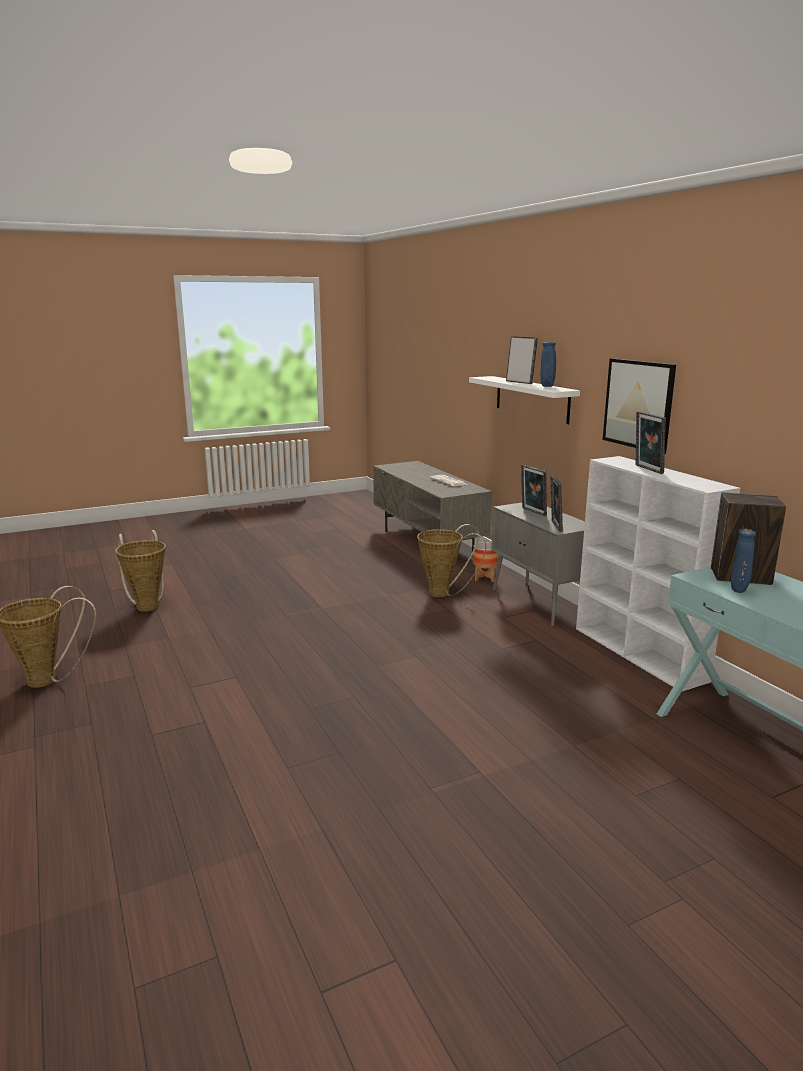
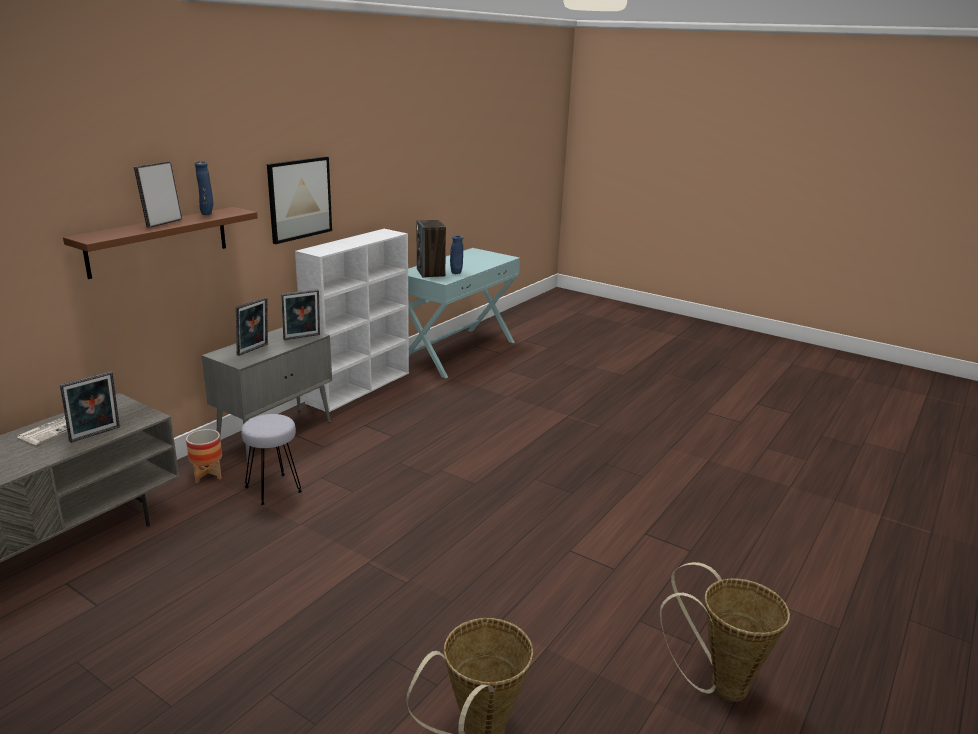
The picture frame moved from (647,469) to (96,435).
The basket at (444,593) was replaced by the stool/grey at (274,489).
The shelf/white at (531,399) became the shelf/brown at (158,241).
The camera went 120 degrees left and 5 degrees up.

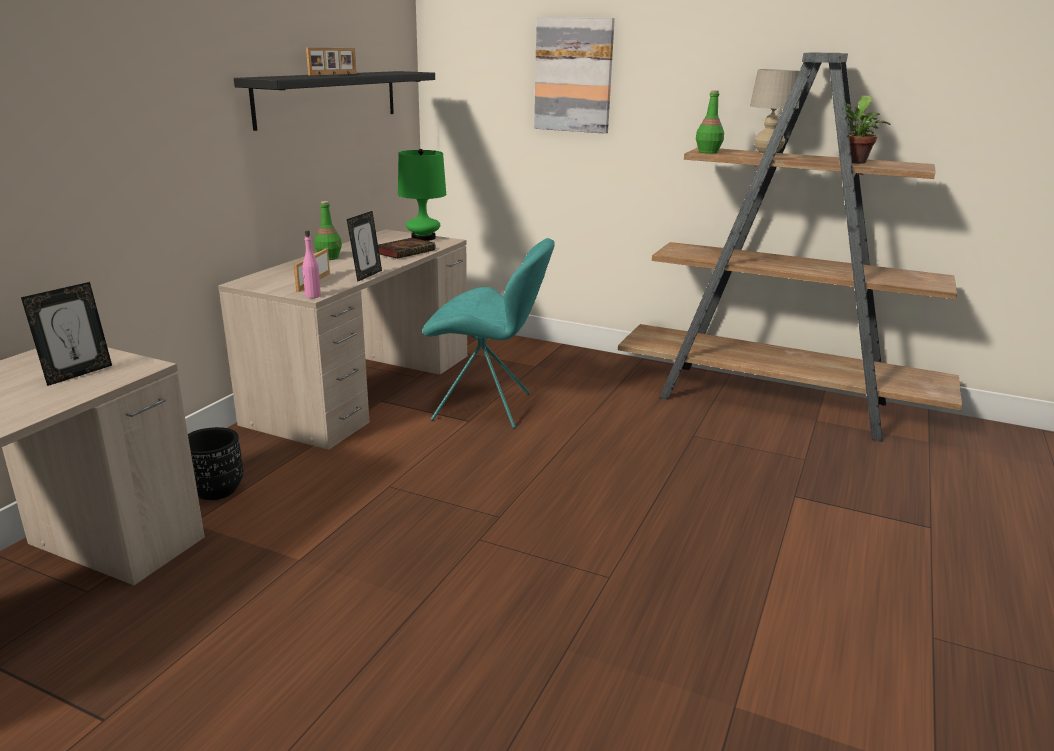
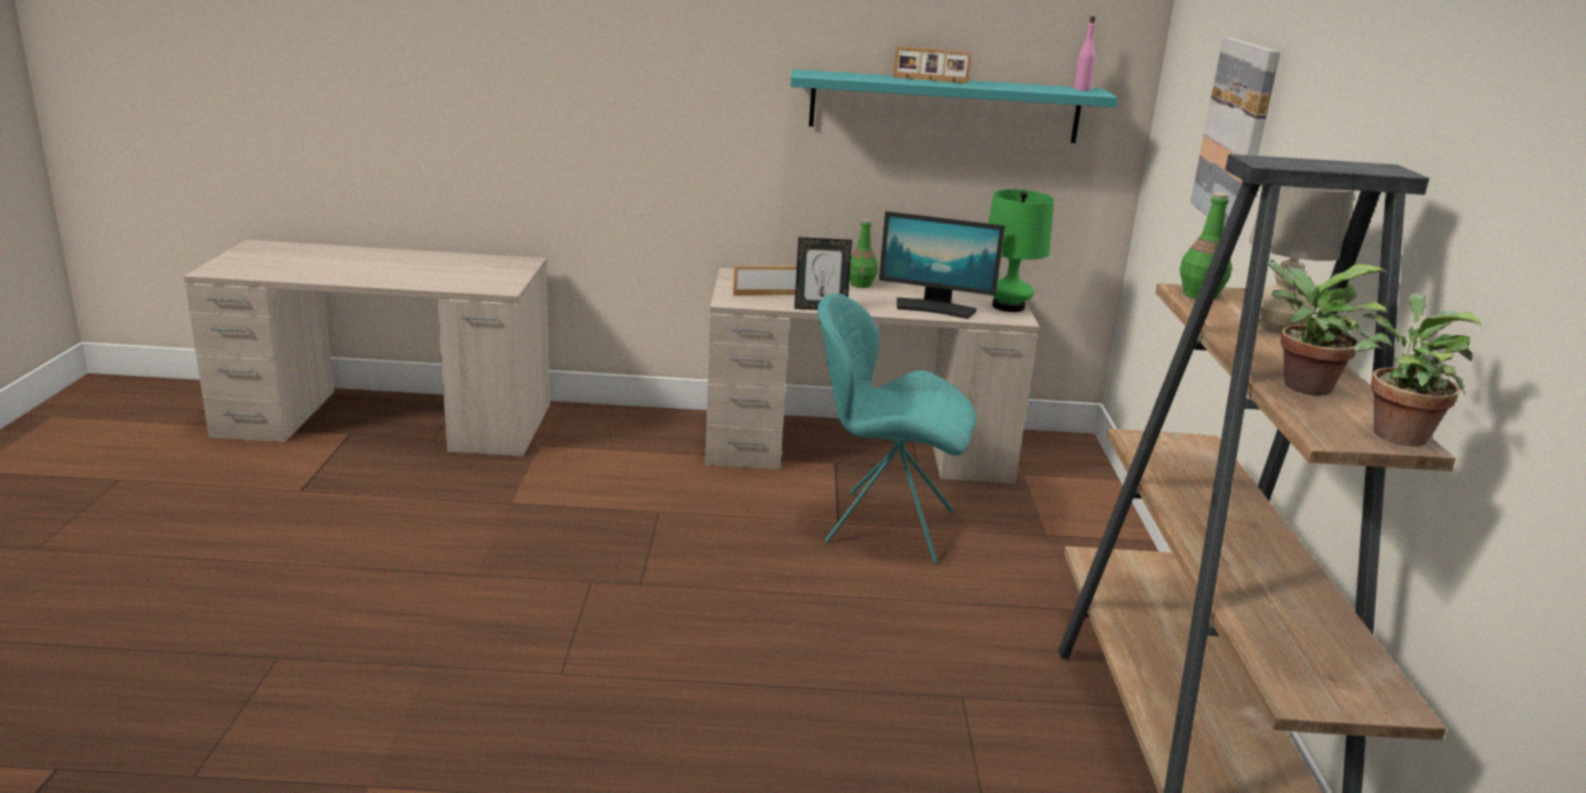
The picture frame at (77,374) disappeared.
The planter/black at (216,490) disappeared.
The potted plant at (1395,433) appeared.
The bottle/pink moved from (312,296) to (1081,89).
The book at (405,252) was replaced by the monitor at (934,308).
The shelf/black at (329,97) became the shelf/turquoise at (945,106).
The chair/turquoise at (486,407) turned 120 degrees clockwise.
The camera went 65 degrees right and 0 degrees up.

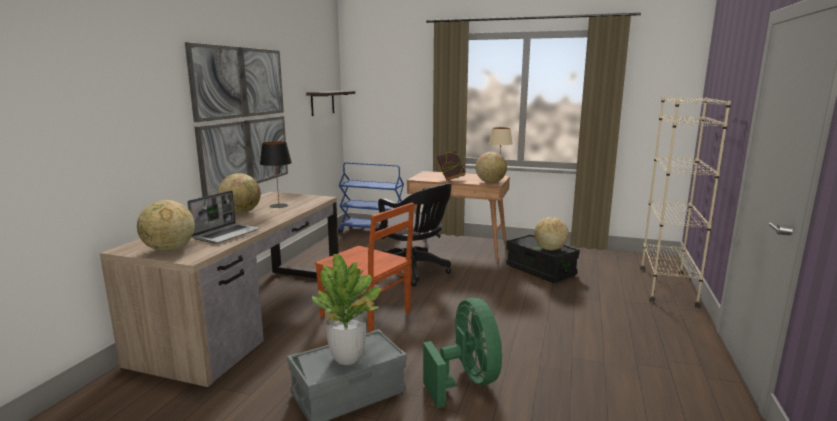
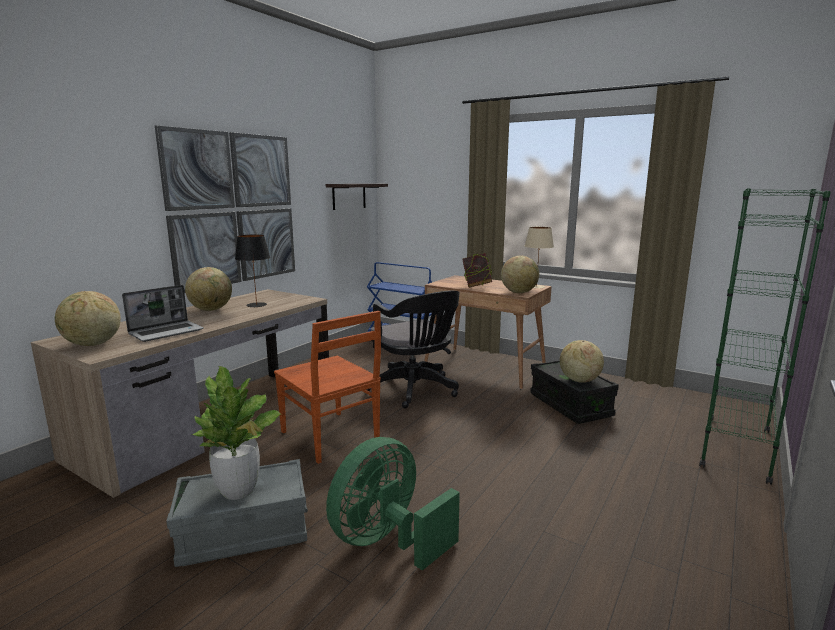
The bookcase/beige at (667,286) became the bookcase/green at (736,447).
The fan/green at (466,381) turned 135 degrees counterclockwise.
The camera went 15 degrees right and 0 degrees up.

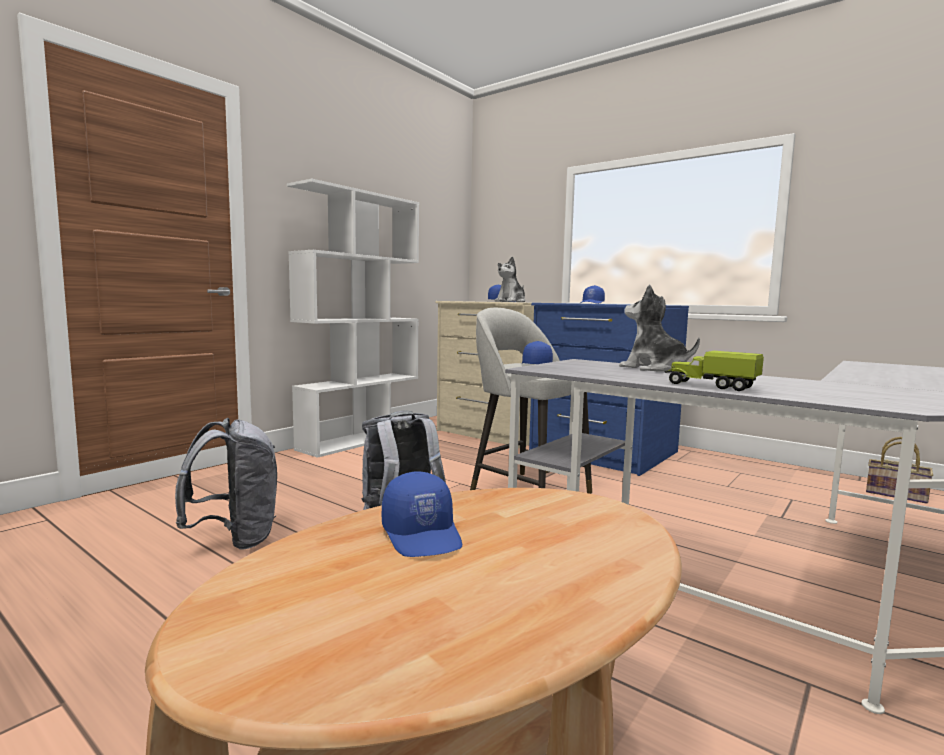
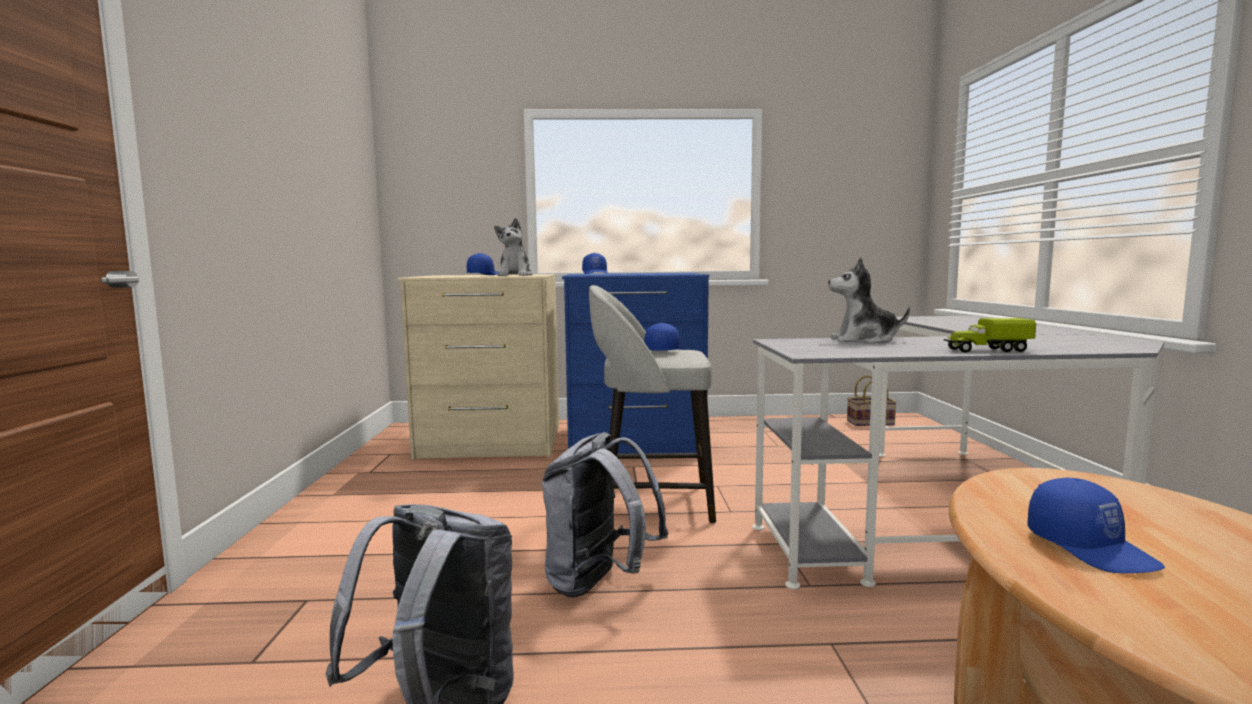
The bookcase/white at (360,440) disappeared.
The cap/blue at (423,535) turned 45 degrees clockwise.
The camera went 40 degrees left and 0 degrees up.

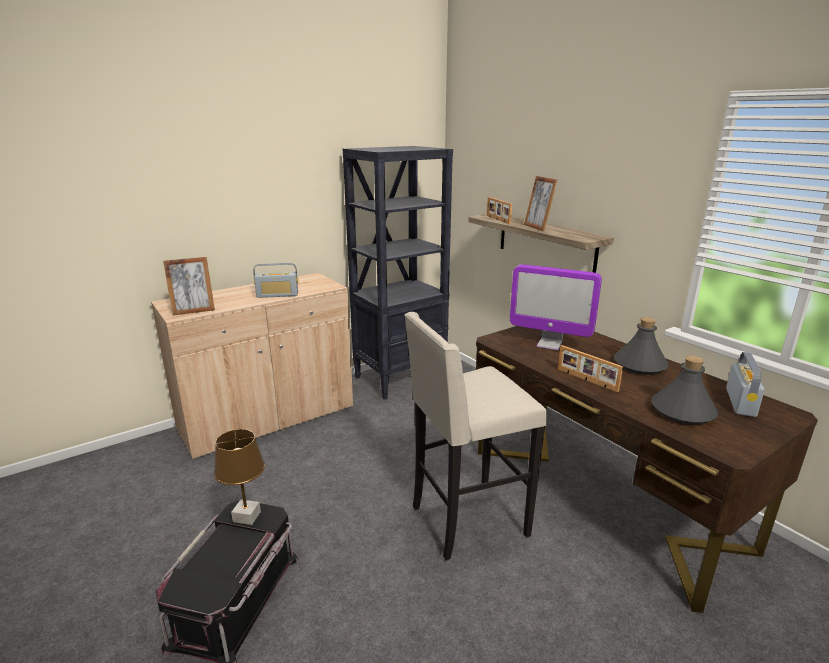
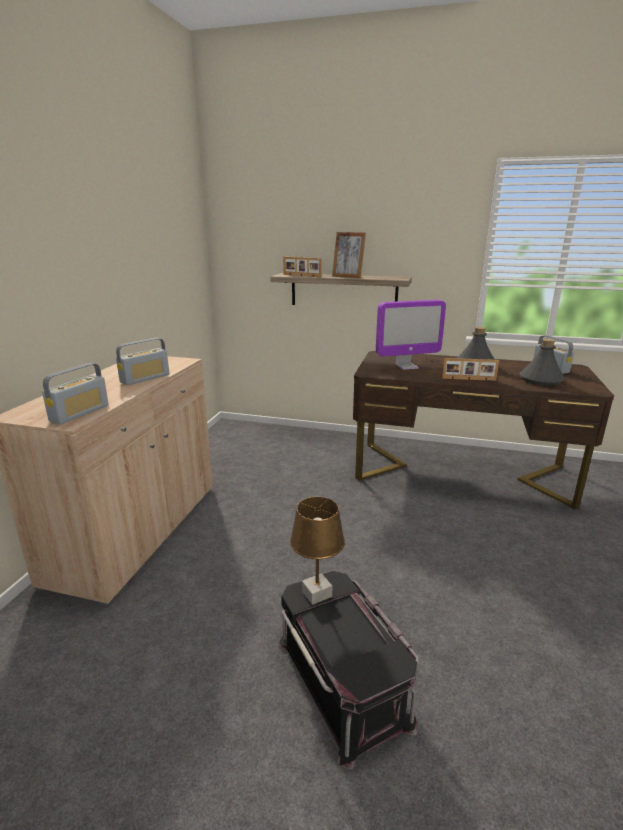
The bookcase/black at (401,378) disappeared.
The stool/beige at (466,521) disappeared.
The picture frame at (193,311) was replaced by the radio at (80,413).
The camera went 40 degrees left and 0 degrees up.

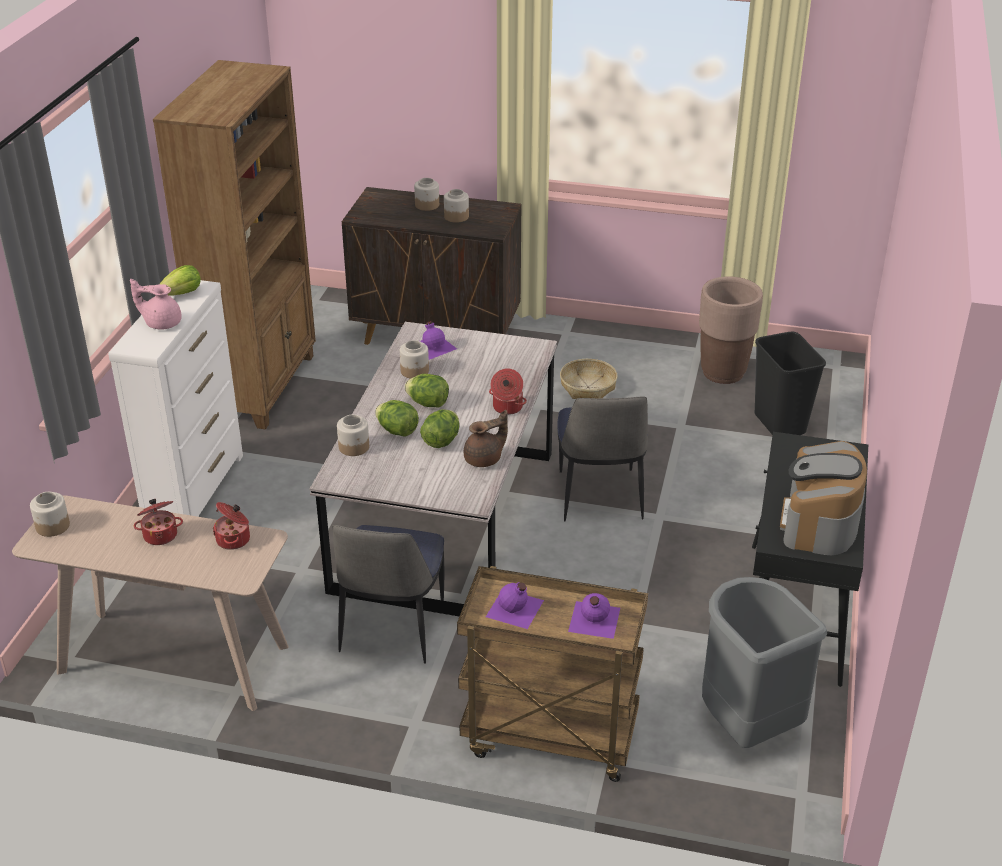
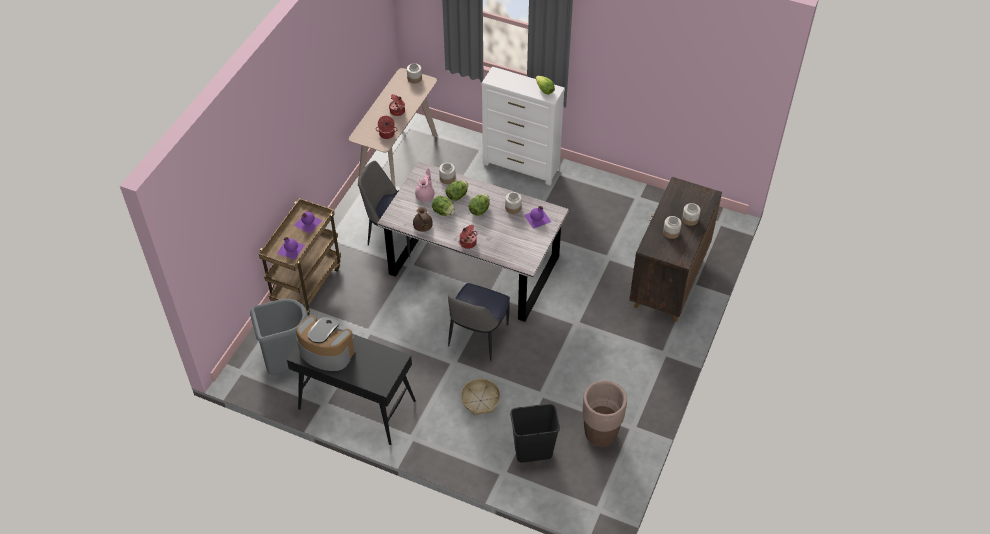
The bookcase/brown at (261,386) disappeared.
The teapot/pink moved from (161,323) to (425,195).
The basket moved from (587,387) to (480,400).
The chair at (599,497) turned 75 degrees counterclockwise.
The camera went 100 degrees right and 15 degrees up.

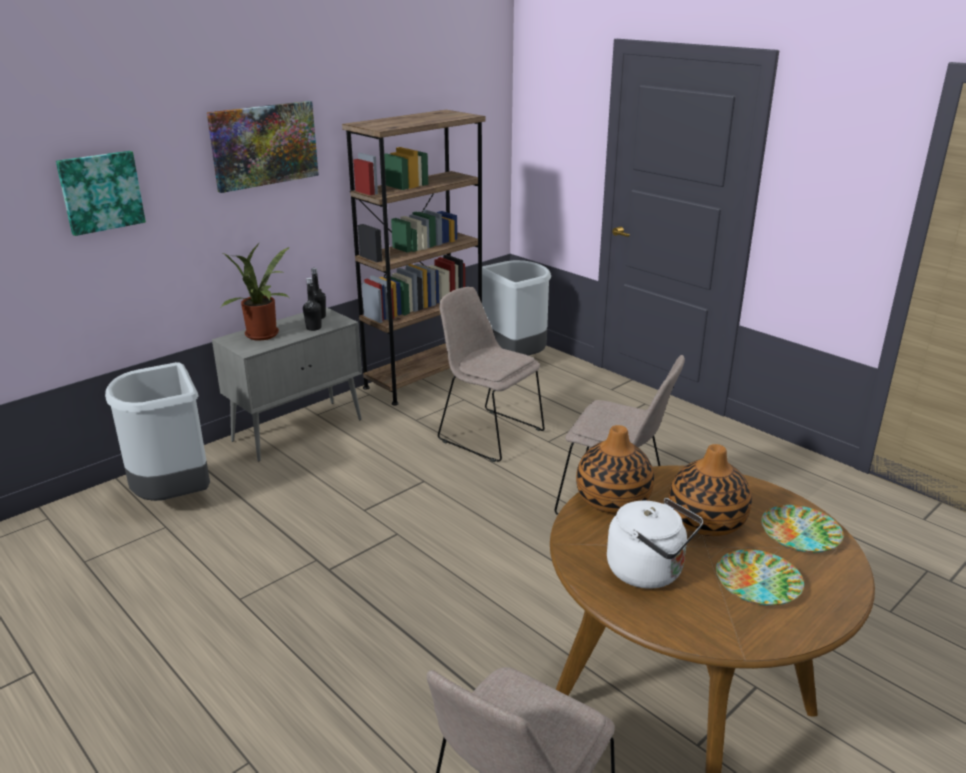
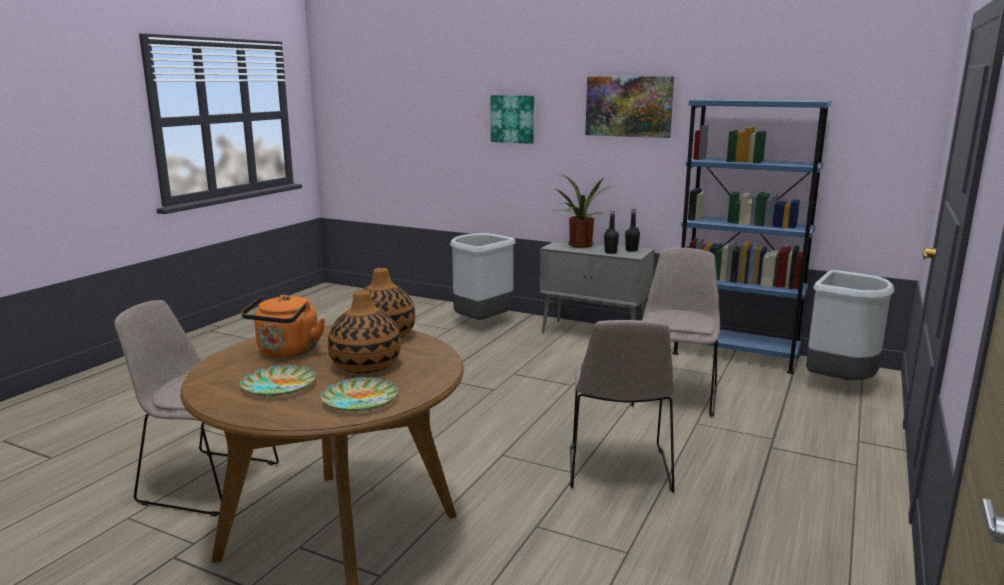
The bookcase/brown at (424,378) became the bookcase/blue at (735,355).
The kettle/white at (649,572) became the kettle/orange at (287,352).
The camera went 70 degrees right and 10 degrees down.

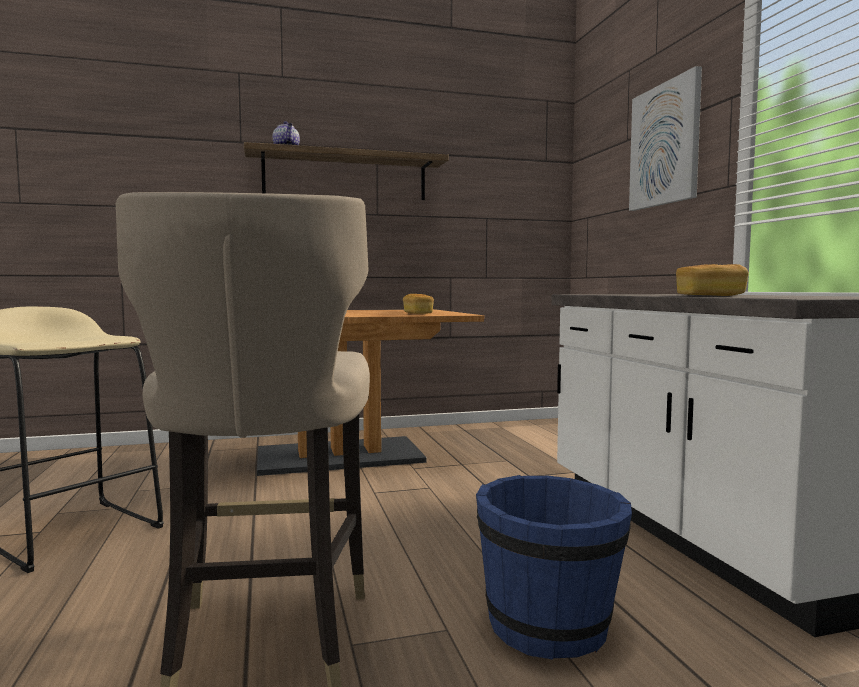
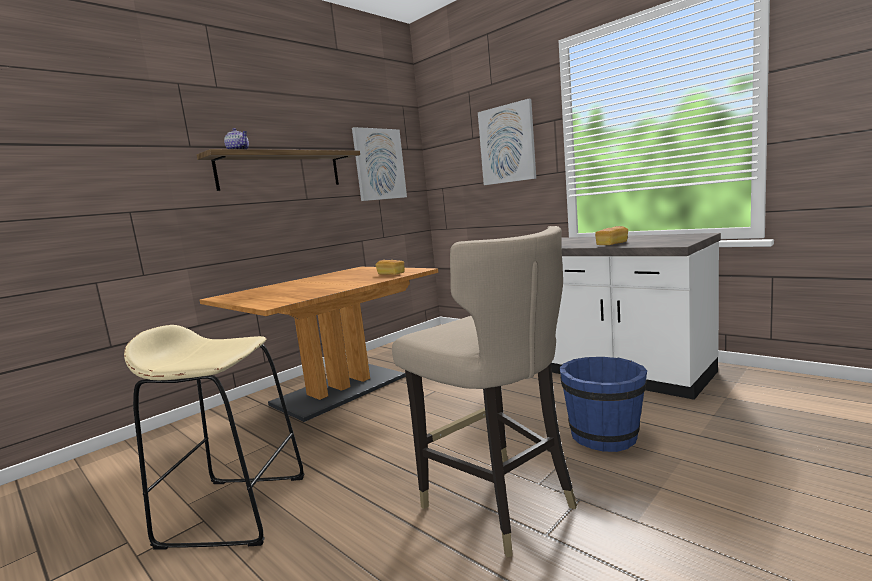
The picture at (379,164) appeared.
The camera went 30 degrees left and 5 degrees up.

